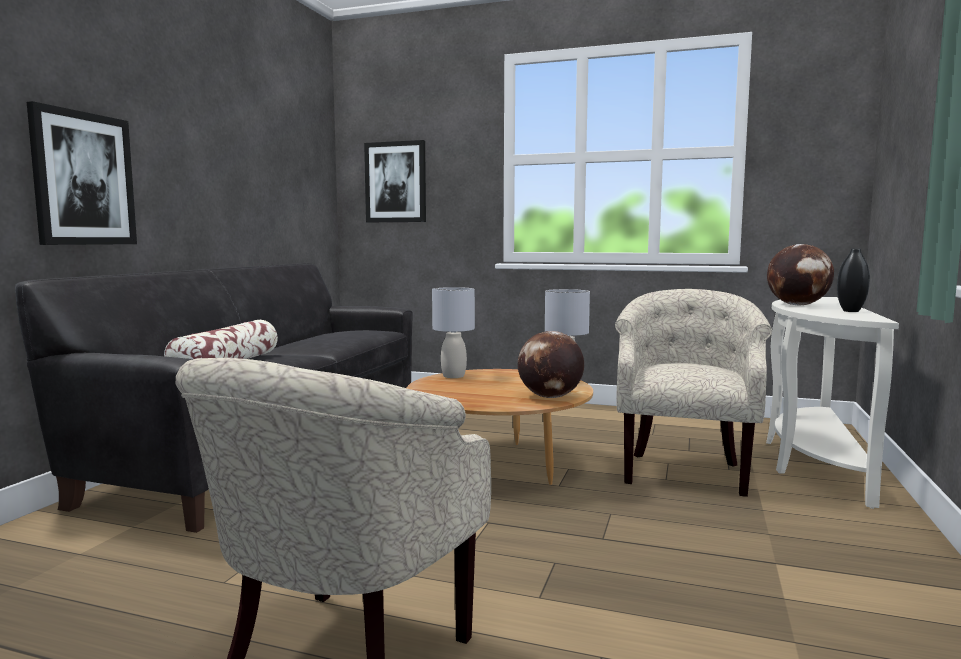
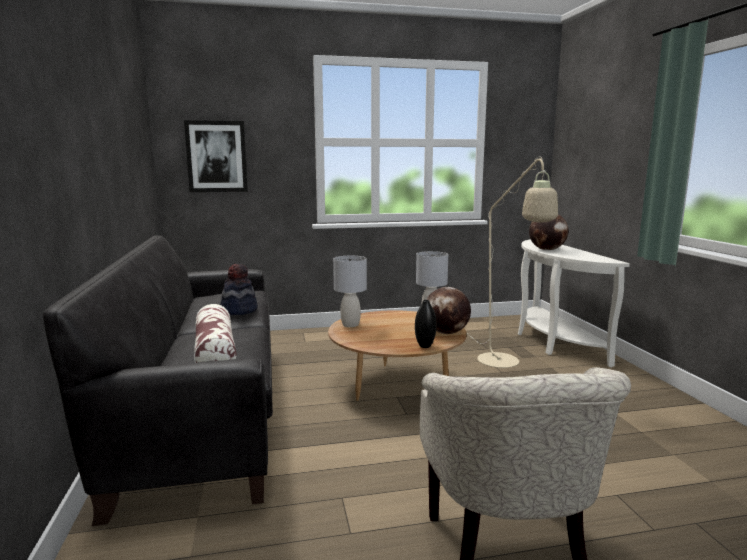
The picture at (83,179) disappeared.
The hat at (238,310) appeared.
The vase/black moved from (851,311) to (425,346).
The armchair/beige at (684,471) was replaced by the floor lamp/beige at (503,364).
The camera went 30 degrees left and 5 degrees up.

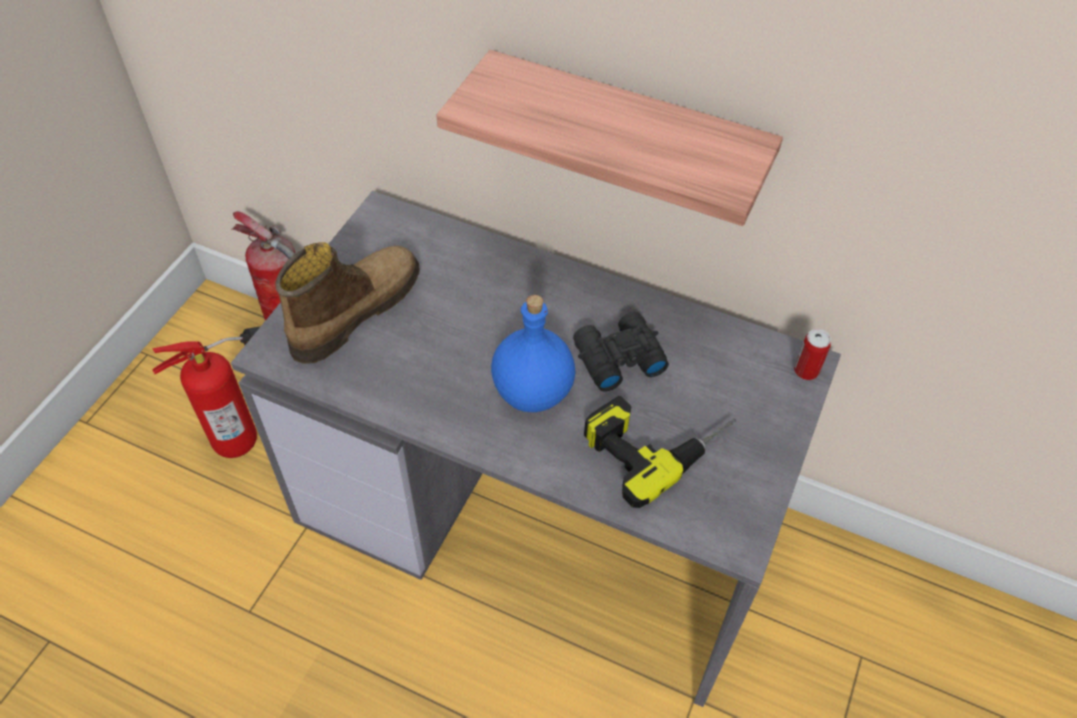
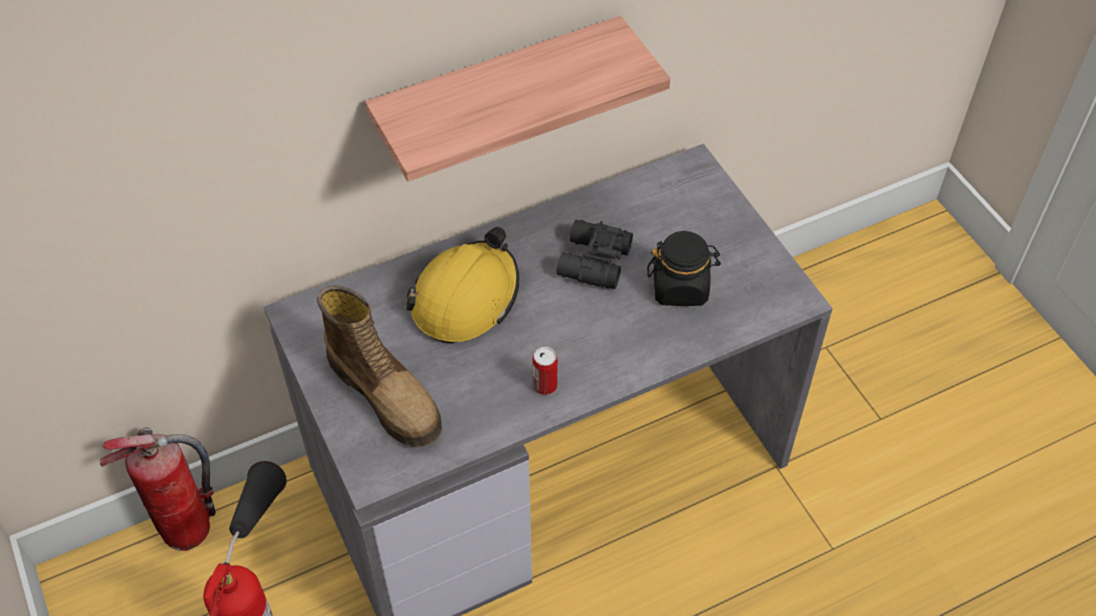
The bottle/blue at (534,391) disappeared.
The hard hat/yellow at (466,298) appeared.
The can moved from (806,371) to (545,385).
The power drill at (655,440) was replaced by the jar/black at (680,287).
The boot at (354,311) turned 150 degrees clockwise.
The camera went 50 degrees left and 0 degrees up.

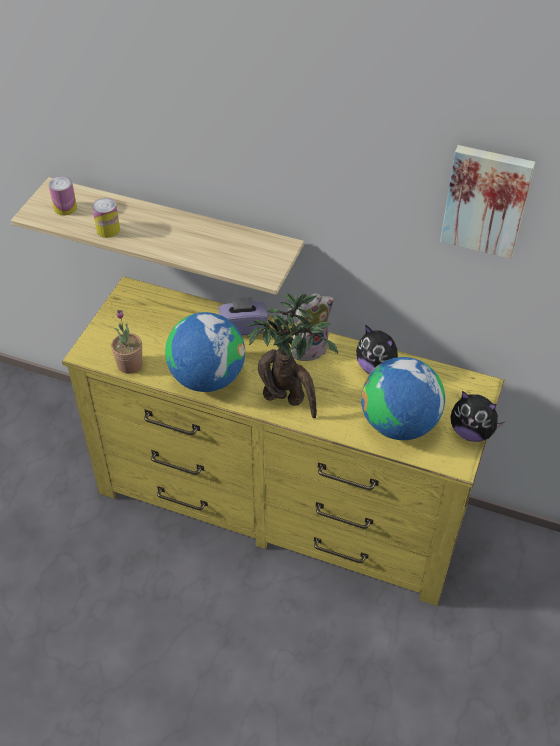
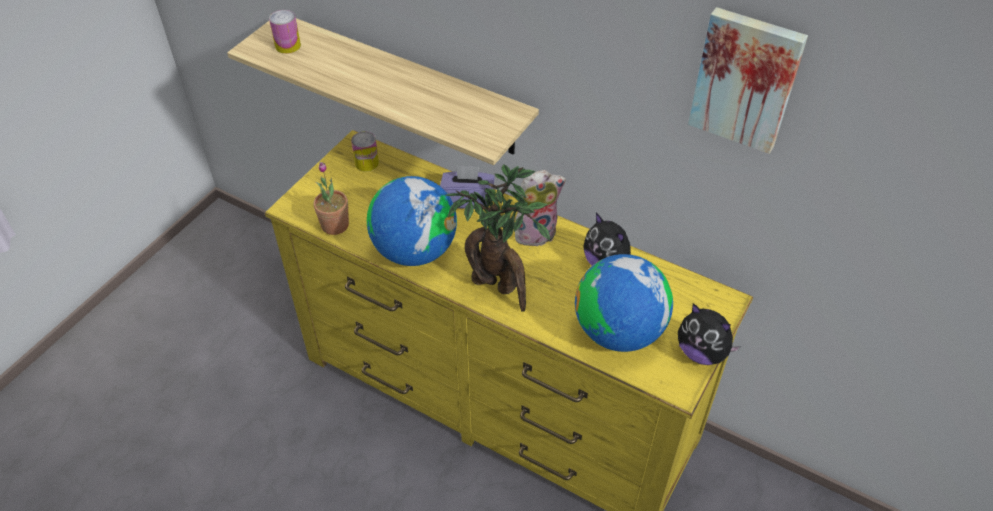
The can moved from (108,230) to (367,163).
The camera went 10 degrees right and 0 degrees up.

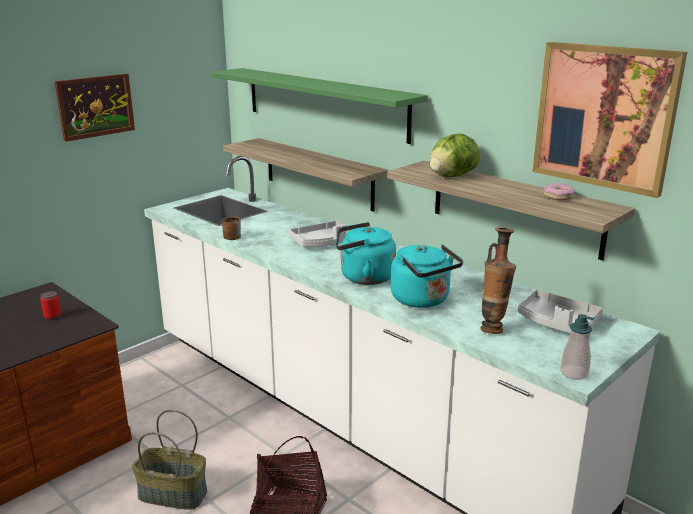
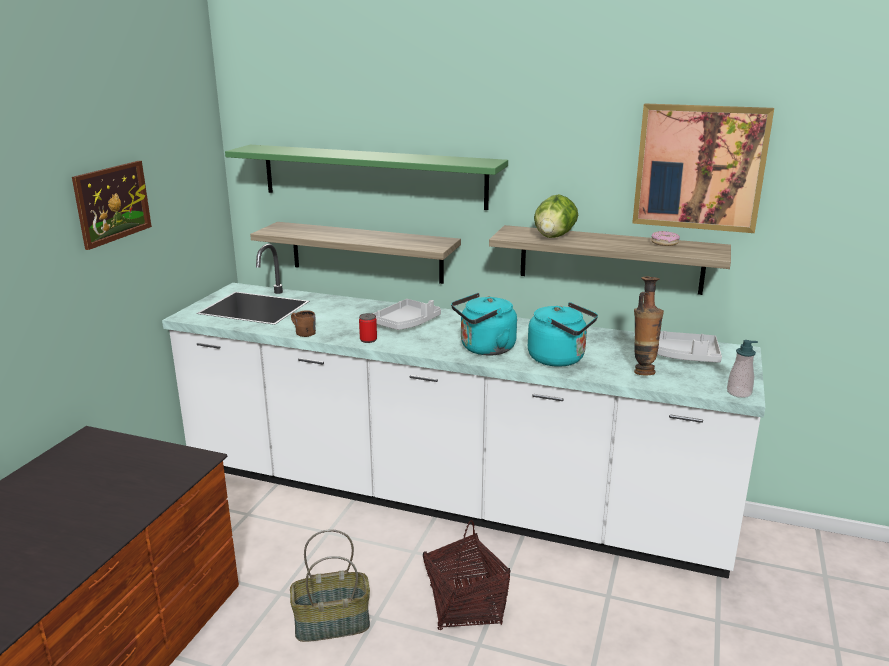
The can moved from (52,316) to (368,340).
The camera went 25 degrees left and 0 degrees up.

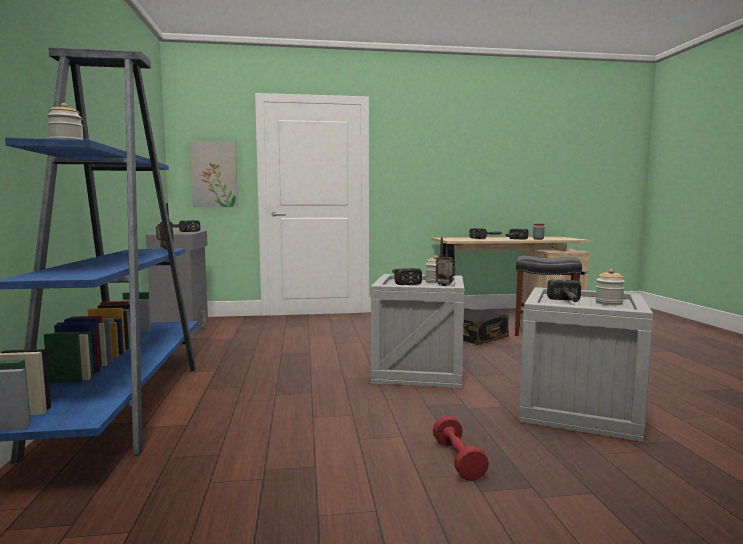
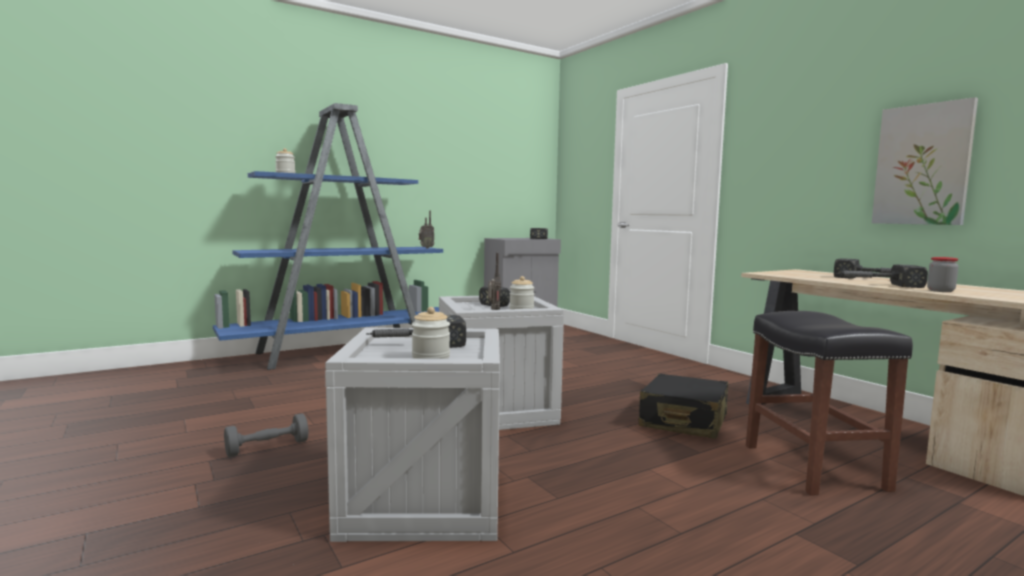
The picture moved from (214,174) to (922,165).
The dumbbell/red at (458,460) became the dumbbell/grey at (267,448).
The camera went 65 degrees right and 0 degrees up.

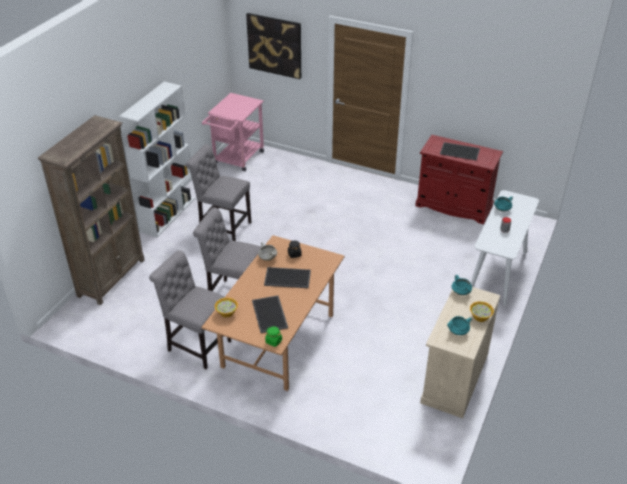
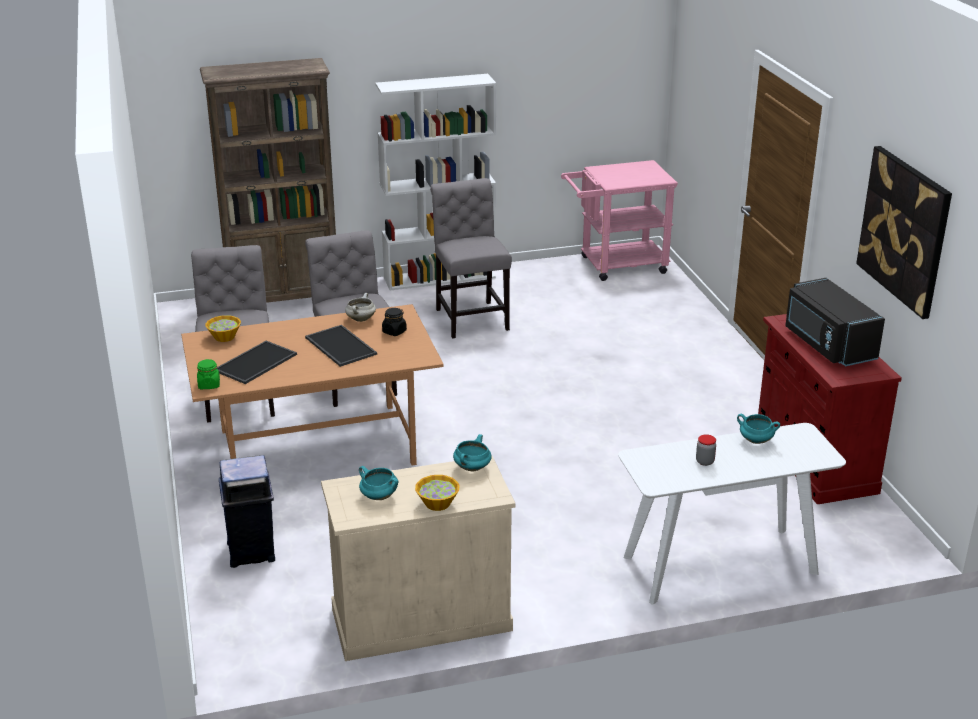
The trash can/blue at (252,551) appeared.
The picture moved from (275,45) to (904,230).
The tray at (460,151) was replaced by the microwave/black at (827,344).
The camera went 50 degrees right and 10 degrees down.

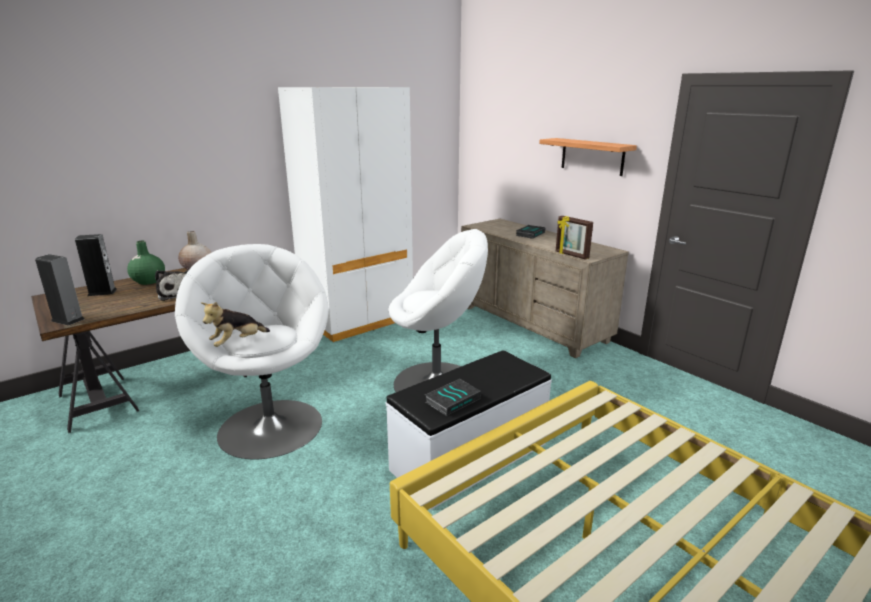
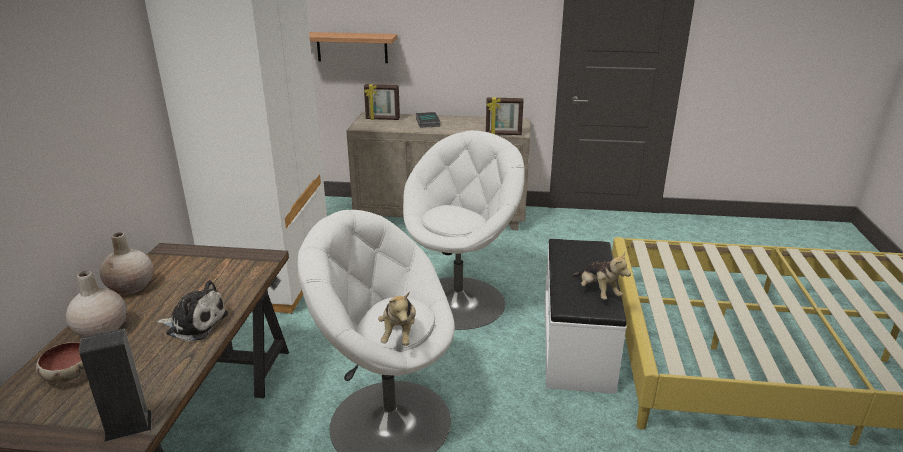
The picture frame at (382,119) appeared.
The shelf moved from (592,156) to (352,47).
The speaker at (102,292) was replaced by the bowl at (68,375).
The book at (452,400) was replaced by the plush toy at (597,292).
The vase/green at (148,281) became the vase/beige at (101,330).
The camera went 45 degrees left and 5 degrees up.

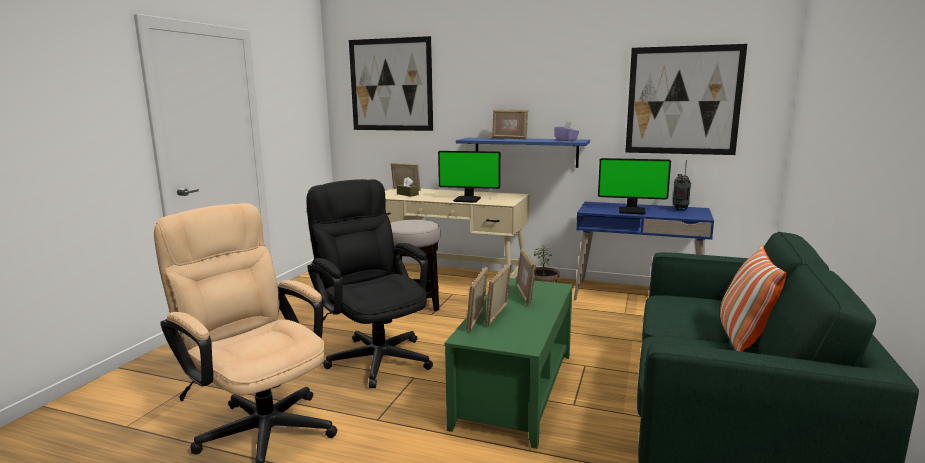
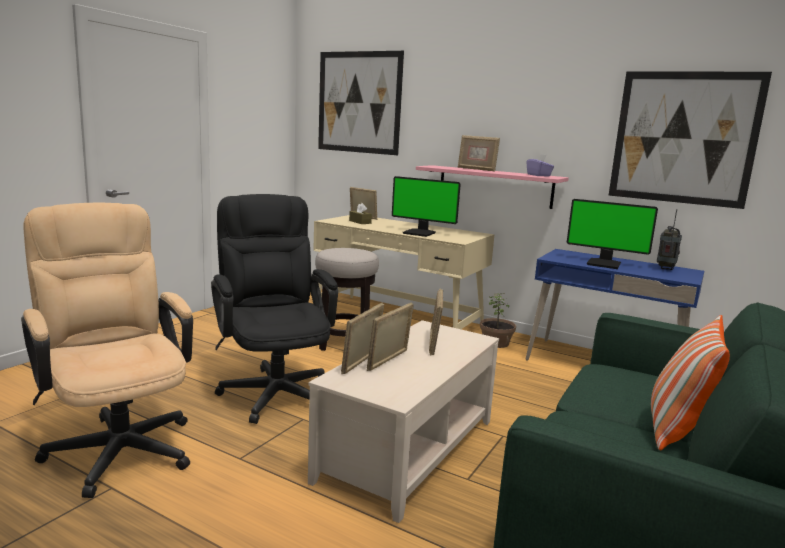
The coffee table/green at (515,389) became the coffee table/beige at (408,450).
The shelf/blue at (525,152) became the shelf/pink at (495,186).
The camera went 10 degrees right and 0 degrees up.

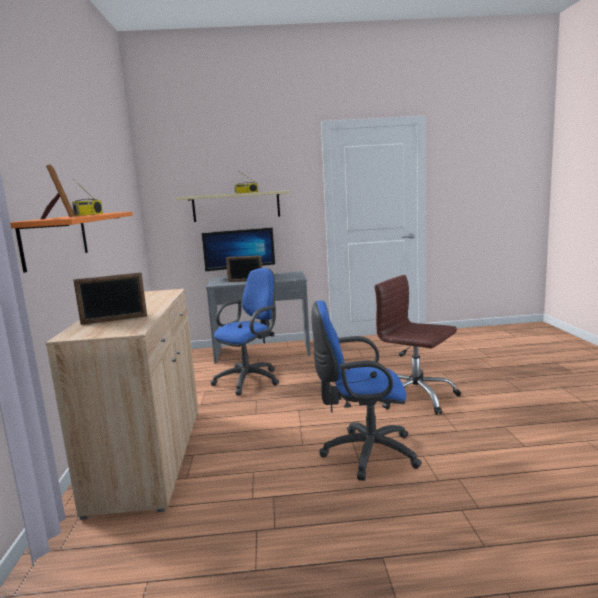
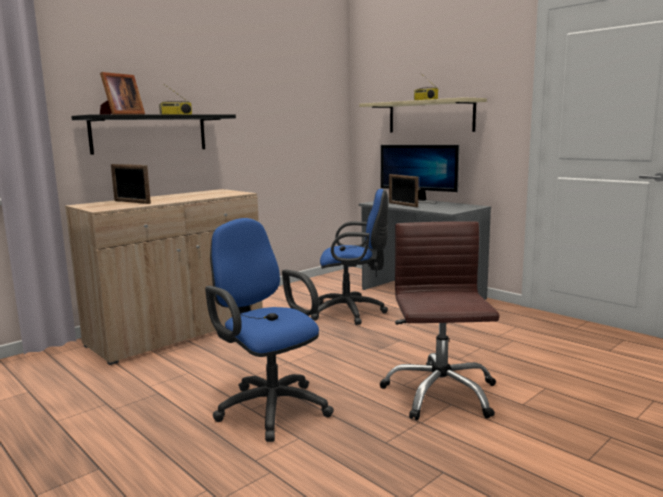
The shelf/orange at (56,239) became the shelf/black at (150,133).
The camera went 50 degrees right and 0 degrees up.

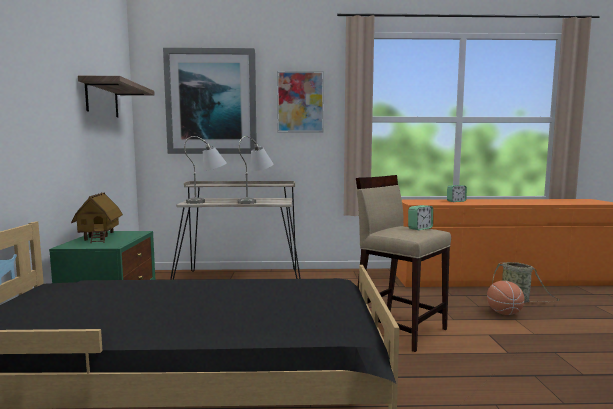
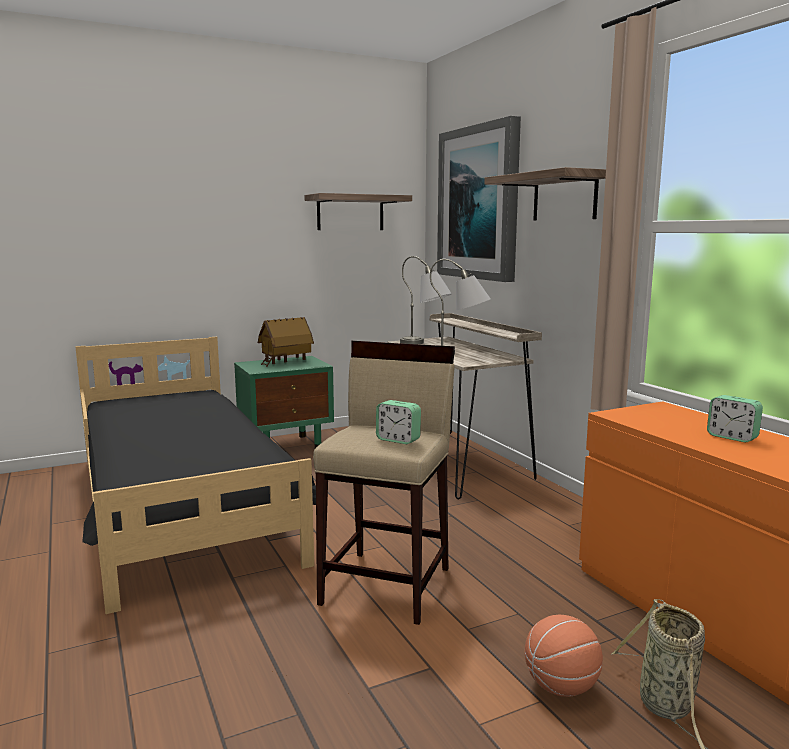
The picture at (300,102) was replaced by the shelf at (564,197).
The camera went 65 degrees right and 5 degrees up.

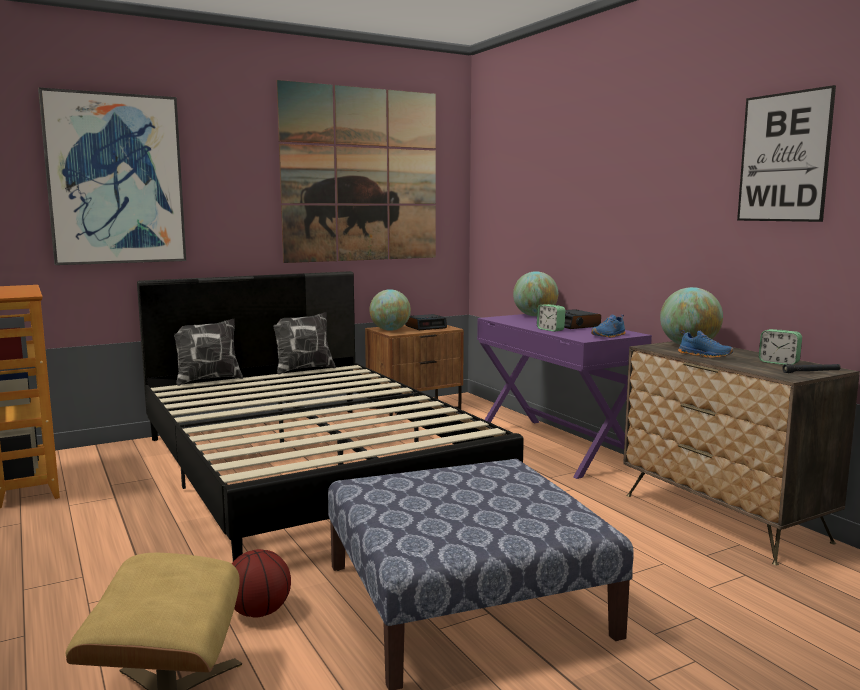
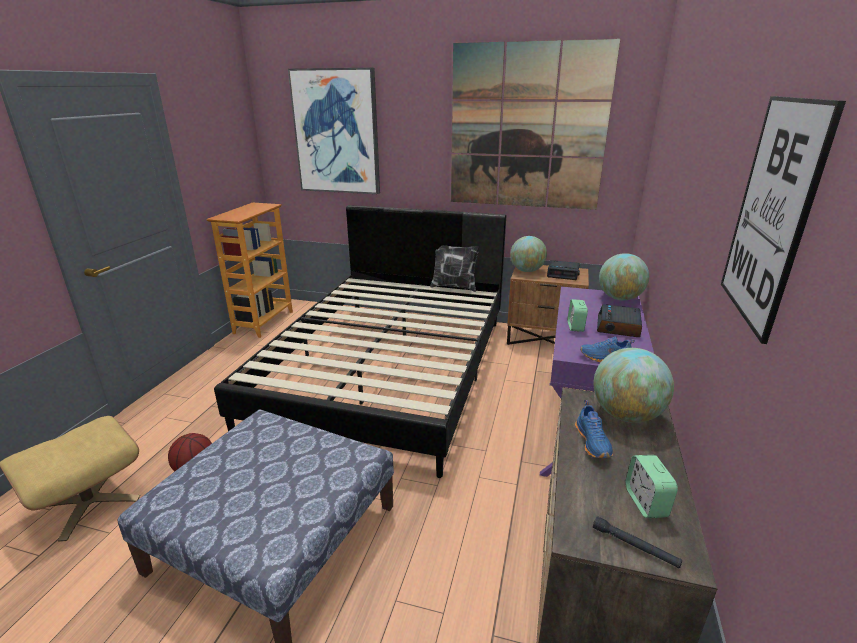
The pillow at (206,380) disappeared.
The camera went 45 degrees right and 15 degrees up.

